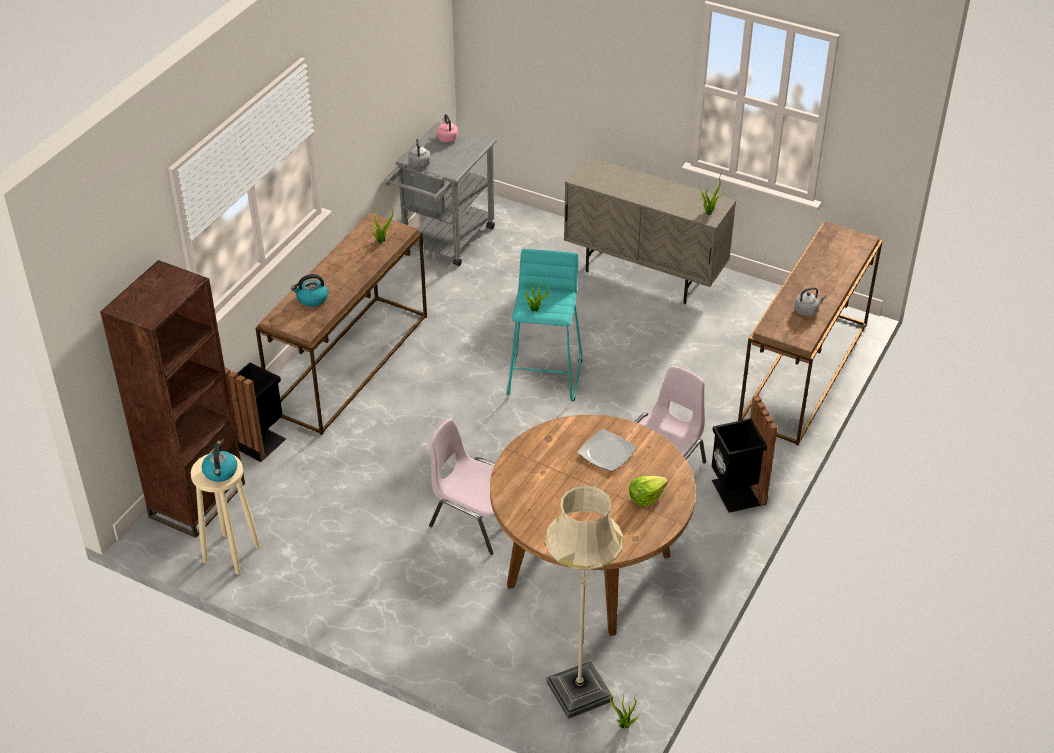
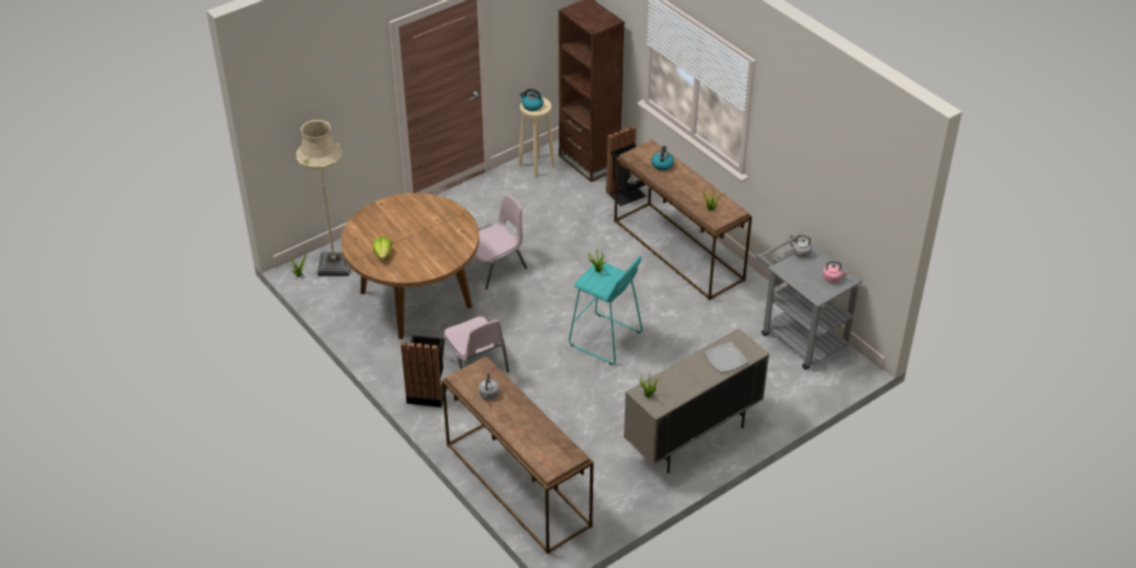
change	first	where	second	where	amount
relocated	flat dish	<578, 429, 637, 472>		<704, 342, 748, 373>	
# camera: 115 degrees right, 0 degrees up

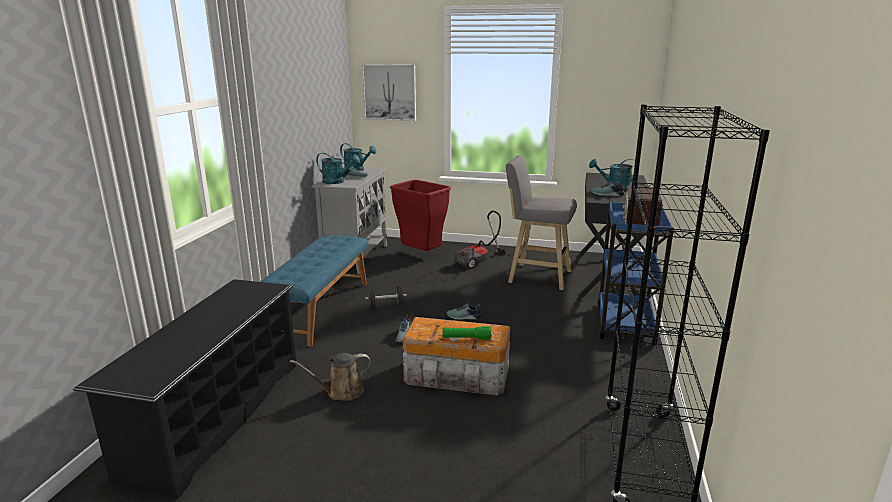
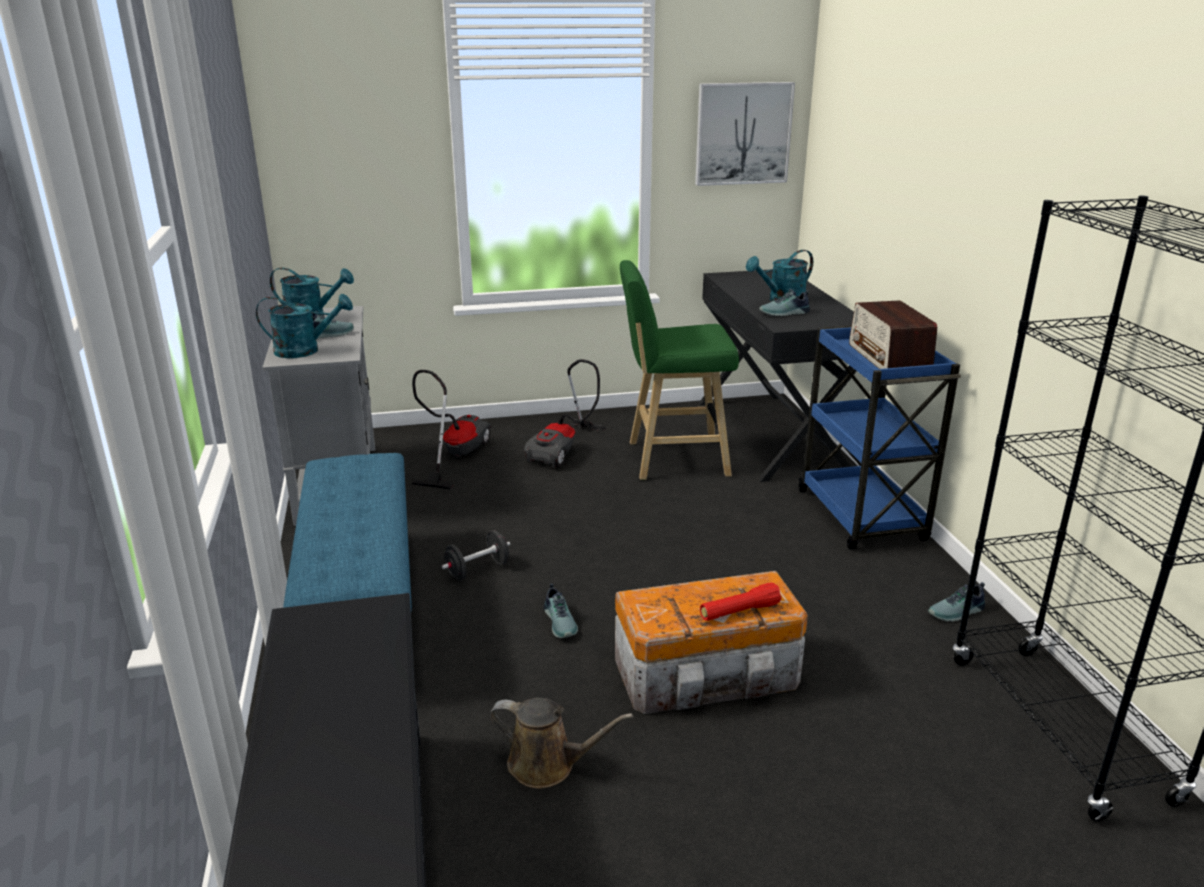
change	first	where	second	where	amount
relocated	wall art	<362, 64, 416, 121>		<695, 82, 795, 186>	
relocated	low shoe	<447, 302, 482, 320>		<928, 582, 985, 622>	
exchanged	rubbish bin (red-coloured)	<390, 180, 451, 251>	vacuum cleaner	<412, 370, 492, 489>	
colour	torch (green)	<442, 326, 492, 340>	torch (red-coloured)	<700, 583, 781, 621>	
colour	sitting stool (grey)	<506, 155, 577, 290>	sitting stool (green)	<620, 260, 739, 480>	
spun	watering pot (brownish)	<290, 353, 371, 401>		<489, 698, 633, 788>	120 degrees counterclockwise
# camera: 25 degrees left, 5 degrees up

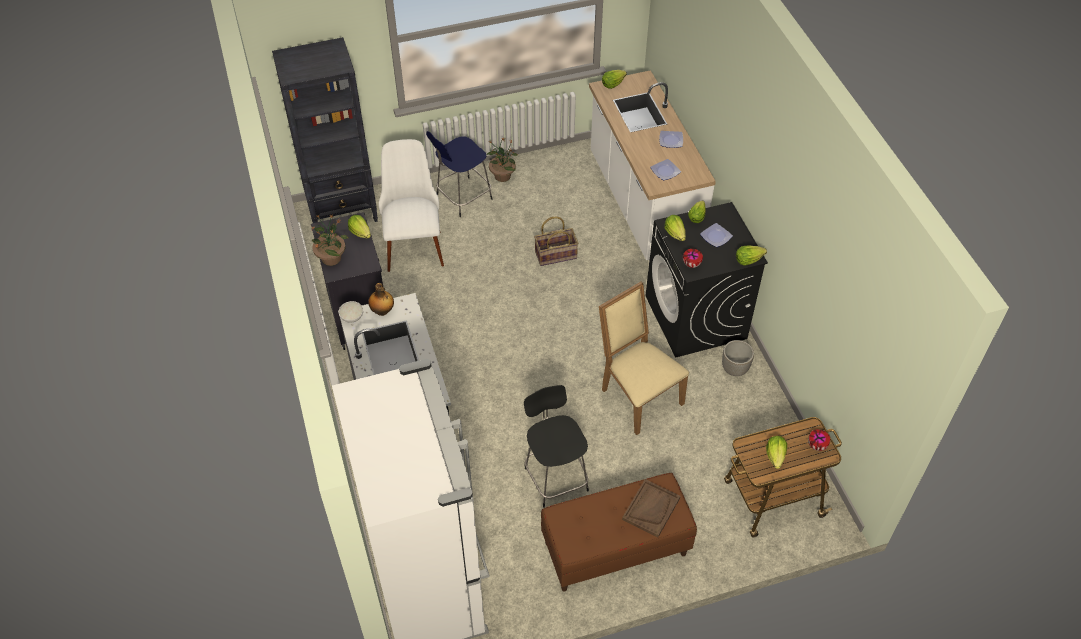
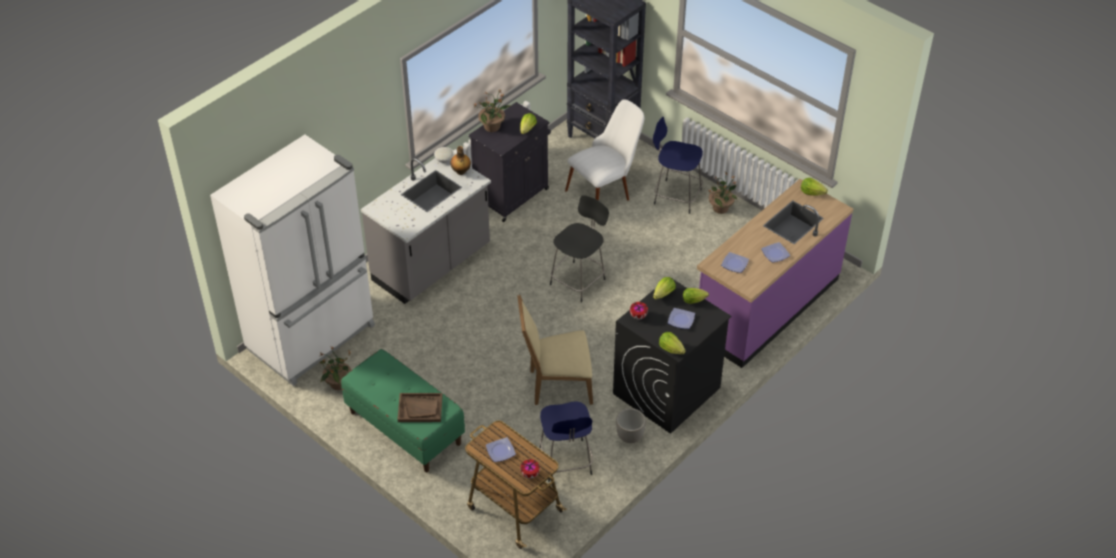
change	first	where	second	where	amount
missing	basket	<534, 216, 578, 266>			
appeared			plant in a pot	<320, 347, 351, 390>	
appeared			sitting stool (blue)	<540, 402, 593, 482>	
relocated	sitting stool (blackish)	<524, 385, 589, 508>		<550, 195, 609, 302>	
exchanged	head of lettuce	<766, 436, 787, 469>	flat dish	<486, 437, 516, 462>	
colour	long seat (brownish)	<541, 473, 697, 591>	long seat (green)	<341, 349, 465, 472>	
colour	counter (whitish)	<589, 70, 716, 260>	counter (purplish)	<697, 179, 853, 368>	
spun	chair (sand-coloured)	<599, 281, 689, 435>		<517, 295, 593, 405>	120 degrees counterclockwise
# camera: 60 degrees right, 5 degrees down

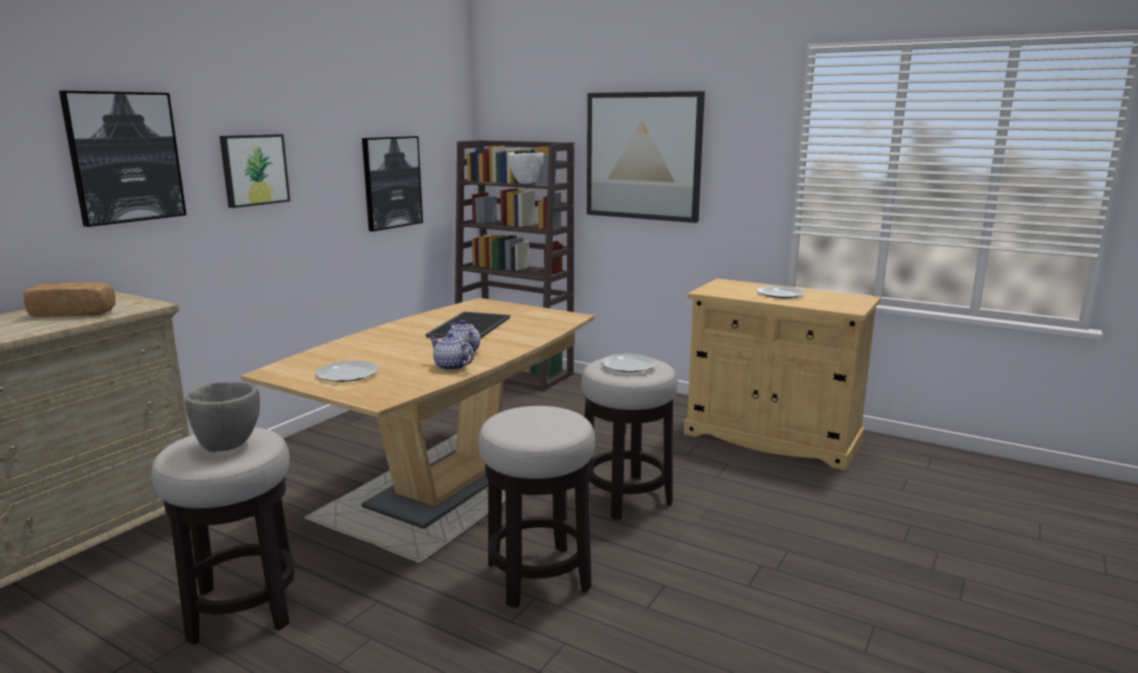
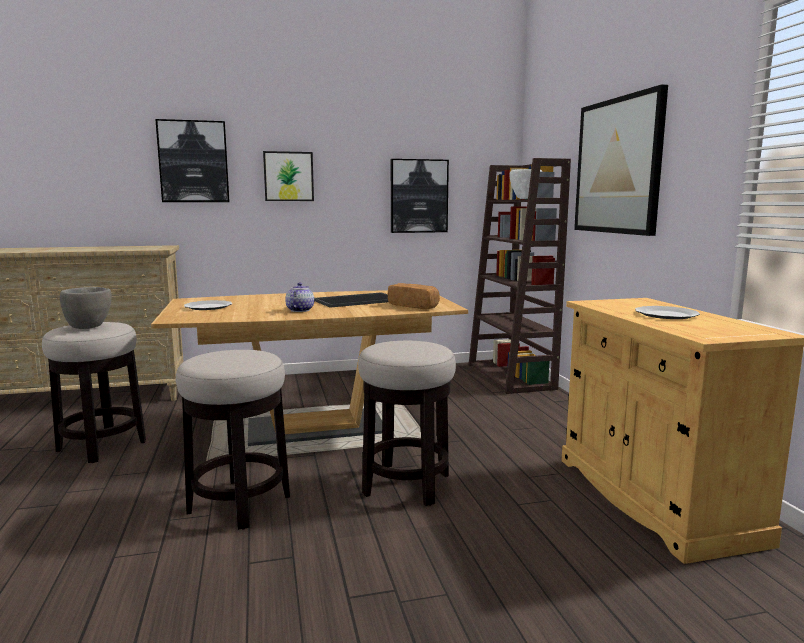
change	first	where	second	where	amount
missing	tea pot	<429, 333, 474, 371>			
missing	flat dish	<601, 354, 657, 372>			
relocated	bakery bread	<23, 282, 116, 317>		<388, 283, 440, 309>	
# camera: 45 degrees right, 5 degrees down

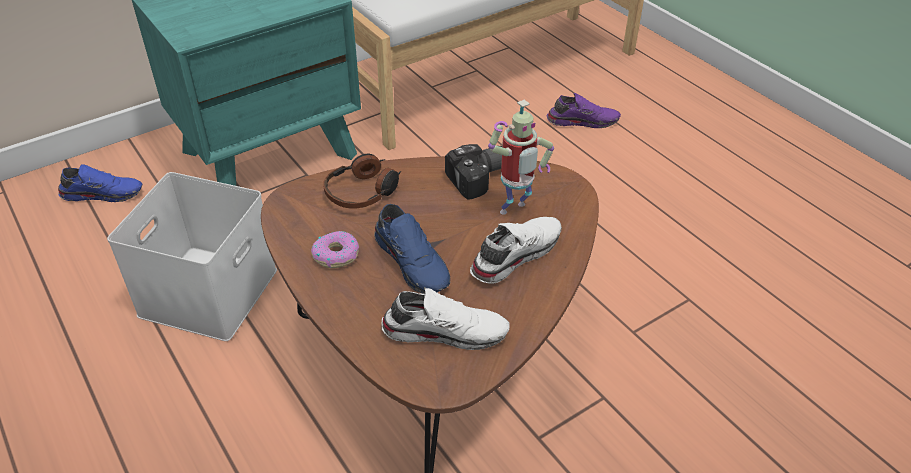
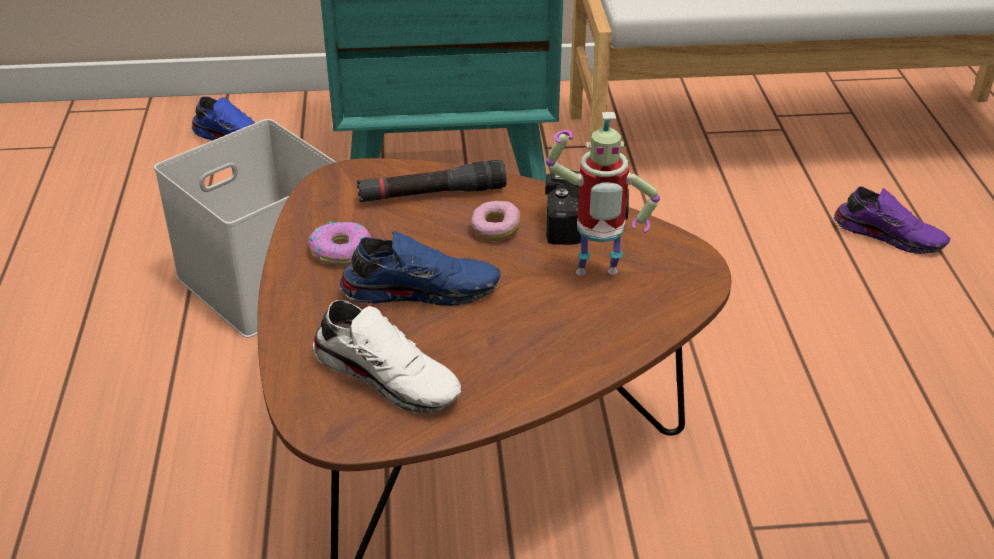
change	first	where	second	where	amount
missing	low shoe (whitish)	<470, 217, 562, 284>			
appeared			doughnut	<471, 201, 521, 241>	
exchanged	headphones	<323, 154, 401, 209>	torch (blackish)	<357, 160, 506, 202>	
spun	low shoe (blue)	<374, 204, 450, 294>		<340, 231, 500, 306>	90 degrees counterclockwise
# camera: 30 degrees right, 5 degrees down

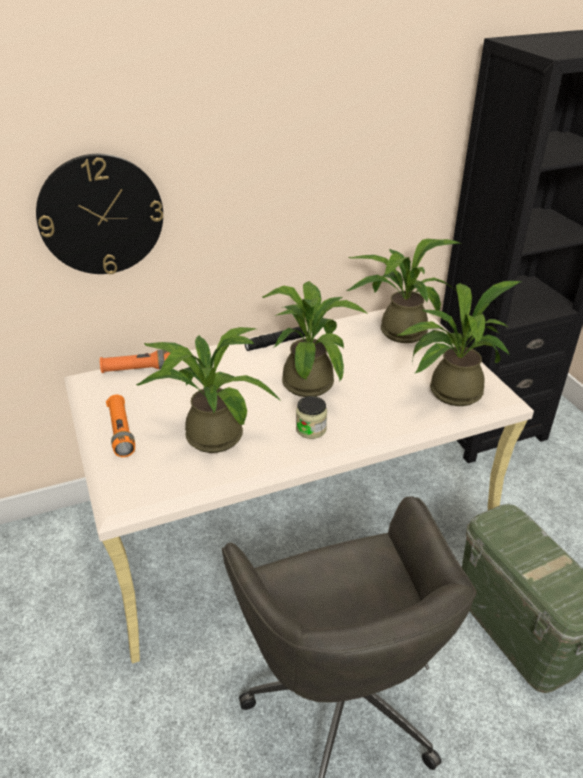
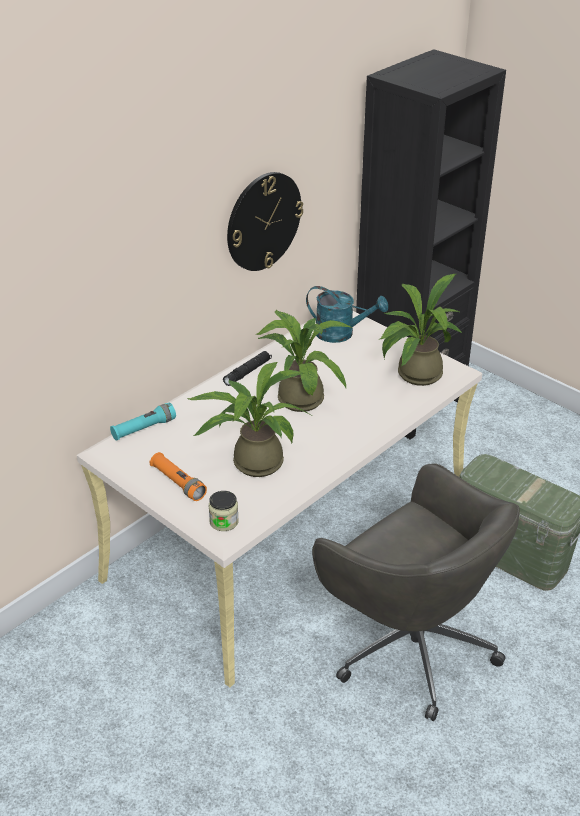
change	first	where	second	where	amount
relocated	wall clock	<36, 154, 163, 274>		<227, 172, 303, 271>	
relocated	jar	<296, 396, 327, 439>		<209, 491, 239, 531>	
exchanged	plant in a pot	<346, 239, 461, 343>	watering pot (turquoise-coloured)	<306, 286, 388, 343>	
colour	torch (orange-coloured)	<100, 350, 170, 373>	torch (turquoise-coloured)	<110, 403, 176, 441>	
# camera: 25 degrees left, 0 degrees up

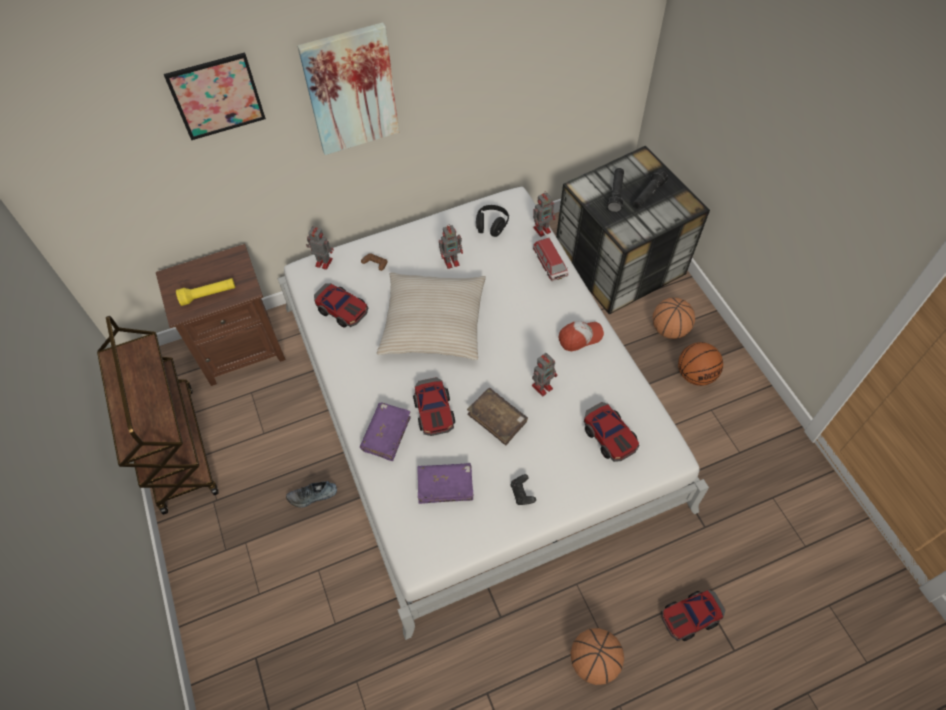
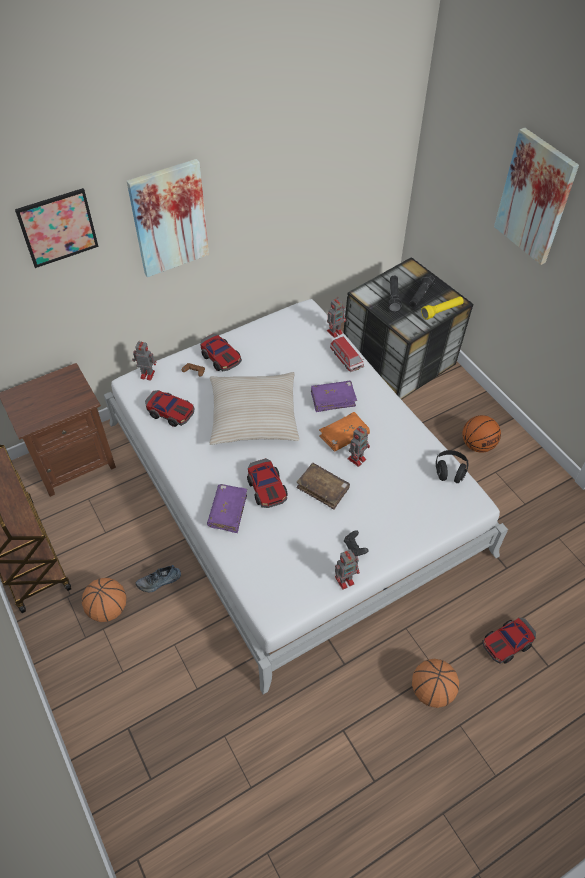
change	first	where	second	where	amount
missing	cap	<559, 321, 604, 351>			
appeared			book (orange-coloured)	<319, 412, 370, 451>	
appeared			wall art	<494, 128, 579, 265>	
relocated	torch (yellow-coloured)	<176, 278, 235, 306>		<421, 296, 464, 320>	
relocated	book (purplish)	<418, 463, 473, 504>		<311, 381, 357, 412>	
relocated	model robot	<439, 224, 463, 269>		<335, 549, 360, 590>	
relocated	headphones (blackish)	<476, 205, 509, 237>		<436, 450, 468, 483>	
relocated	model car	<584, 402, 639, 462>		<200, 334, 242, 371>	
relocated	ball for basketball	<653, 298, 695, 339>		<82, 578, 126, 622>	
# camera: 10 degrees left, 5 degrees down

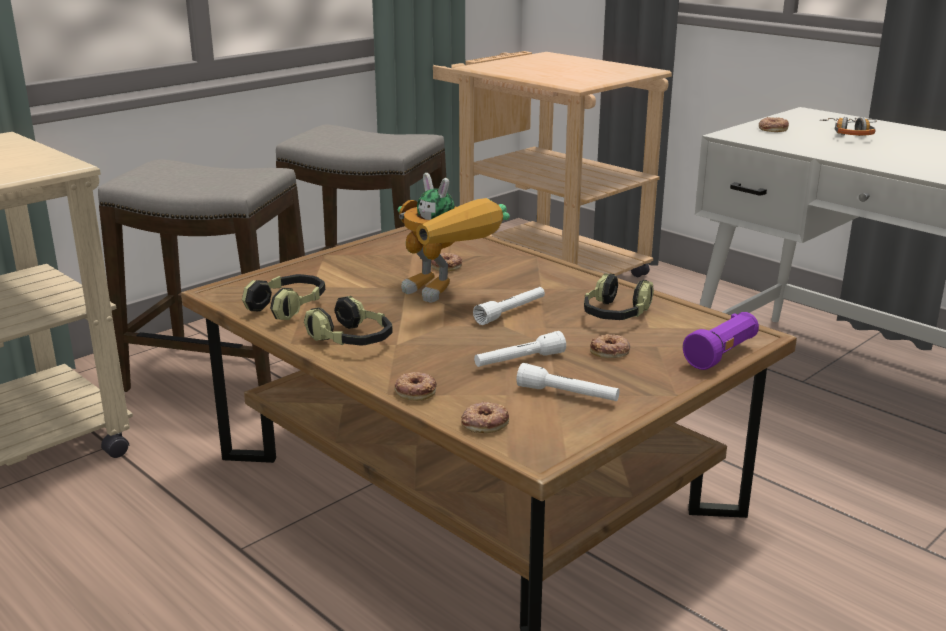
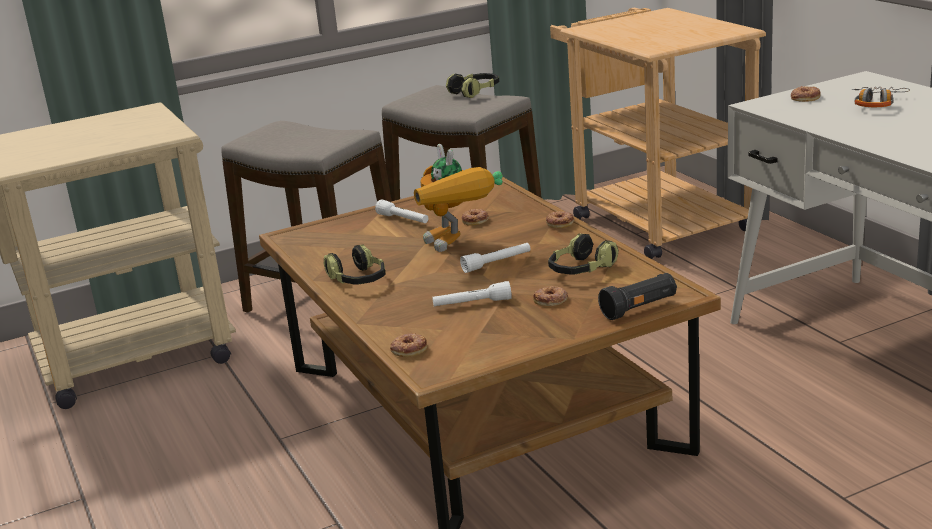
change	first	where	second	where	amount
relocated	headphones	<242, 274, 325, 320>		<446, 73, 499, 98>	
relocated	doughnut	<395, 372, 437, 401>		<546, 211, 574, 228>	
relocated	torch (whitish)	<517, 363, 620, 401>		<375, 199, 429, 223>	
colour	torch (purplish)	<683, 312, 759, 370>	torch (blackish)	<598, 273, 677, 320>	
# camera: 20 degrees right, 0 degrees up

